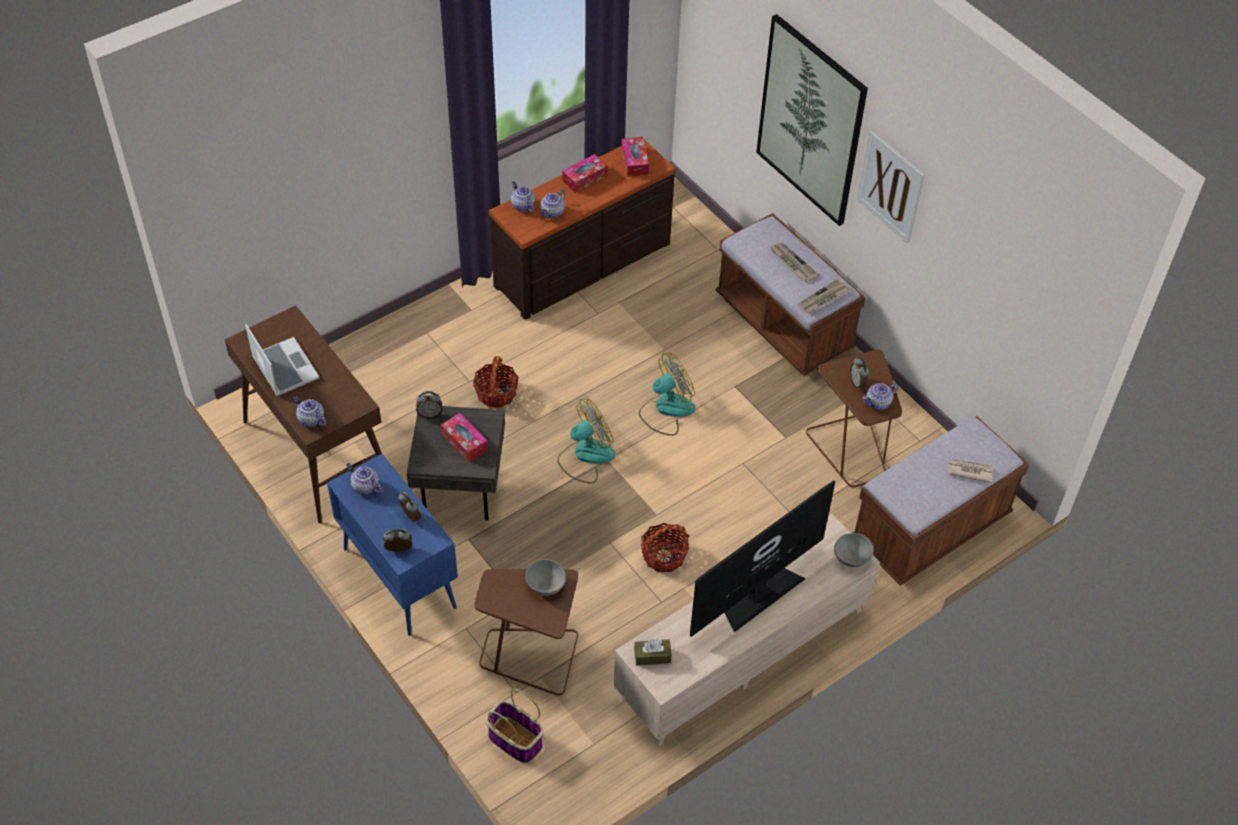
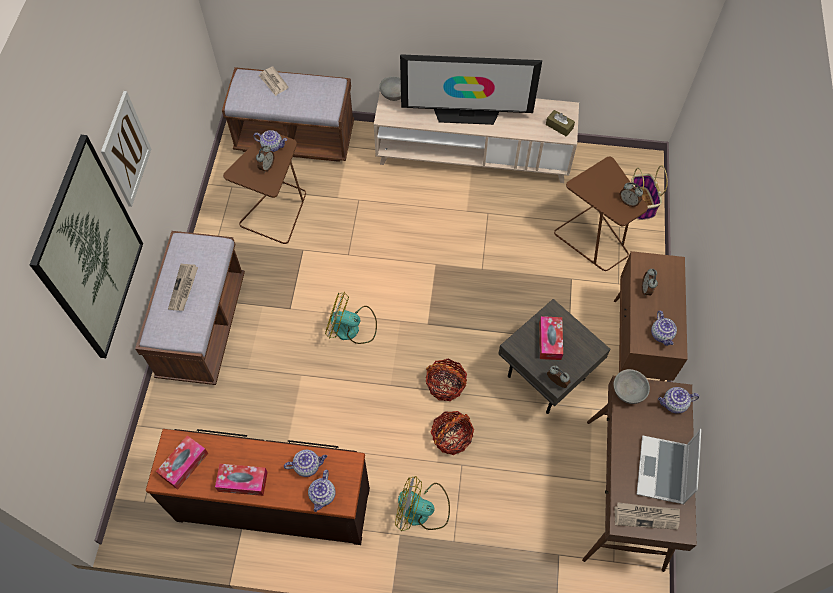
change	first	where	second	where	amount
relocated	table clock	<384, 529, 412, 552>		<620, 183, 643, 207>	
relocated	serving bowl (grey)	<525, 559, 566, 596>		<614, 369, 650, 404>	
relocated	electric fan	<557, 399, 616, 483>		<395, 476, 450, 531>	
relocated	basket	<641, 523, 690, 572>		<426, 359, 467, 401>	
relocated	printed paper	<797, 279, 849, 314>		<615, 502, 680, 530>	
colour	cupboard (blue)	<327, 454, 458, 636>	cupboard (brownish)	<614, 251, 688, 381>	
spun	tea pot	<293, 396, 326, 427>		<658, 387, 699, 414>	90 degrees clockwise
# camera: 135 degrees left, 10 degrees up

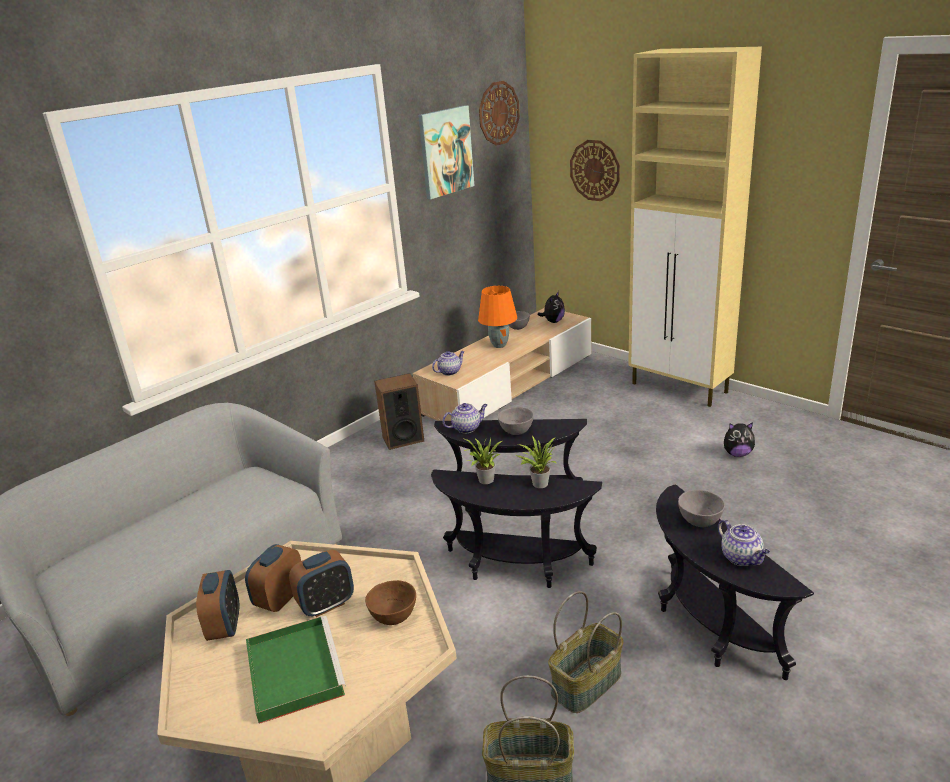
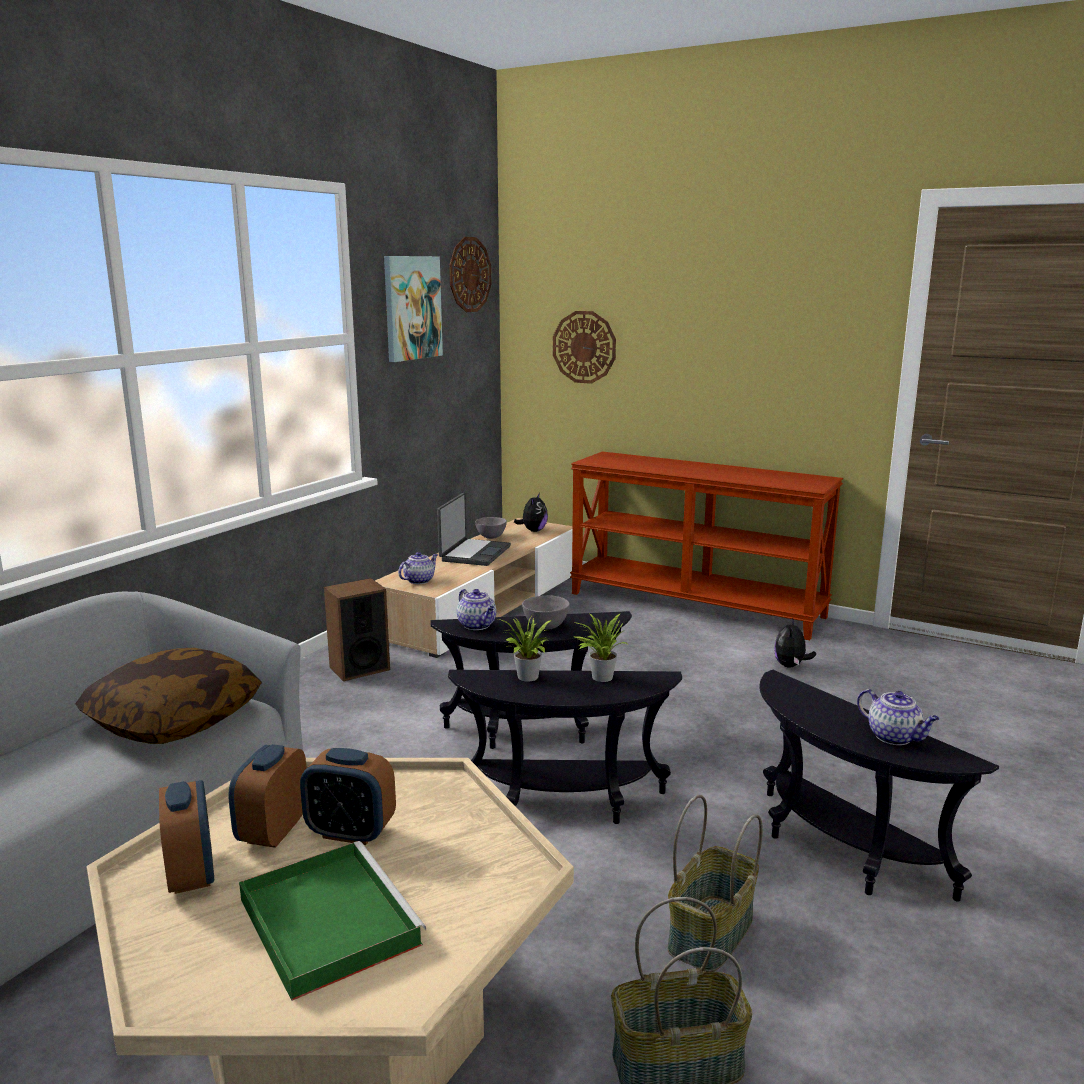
change	first	where	second	where	amount
missing	serving bowl (brownish)	<365, 580, 416, 625>			
missing	serving bowl (grey)	<678, 490, 725, 527>			
appeared			pillow	<76, 648, 262, 744>	
exchanged	tabletop lamp (orange-coloured)	<478, 286, 517, 348>	notebook computer	<437, 493, 511, 566>	
exchanged	cupboard (sand-coloured)	<628, 47, 762, 407>	console table (brownish)	<570, 452, 843, 640>	
spun	table clock	<289, 549, 354, 617>		<300, 748, 396, 845>	60 degrees clockwise
spun	tea pot	<442, 403, 487, 434>		<457, 589, 496, 630>	90 degrees clockwise
spun	soft toy	<724, 422, 755, 457>		<774, 618, 816, 667>	120 degrees clockwise
# camera: 15 degrees left, 10 degrees down

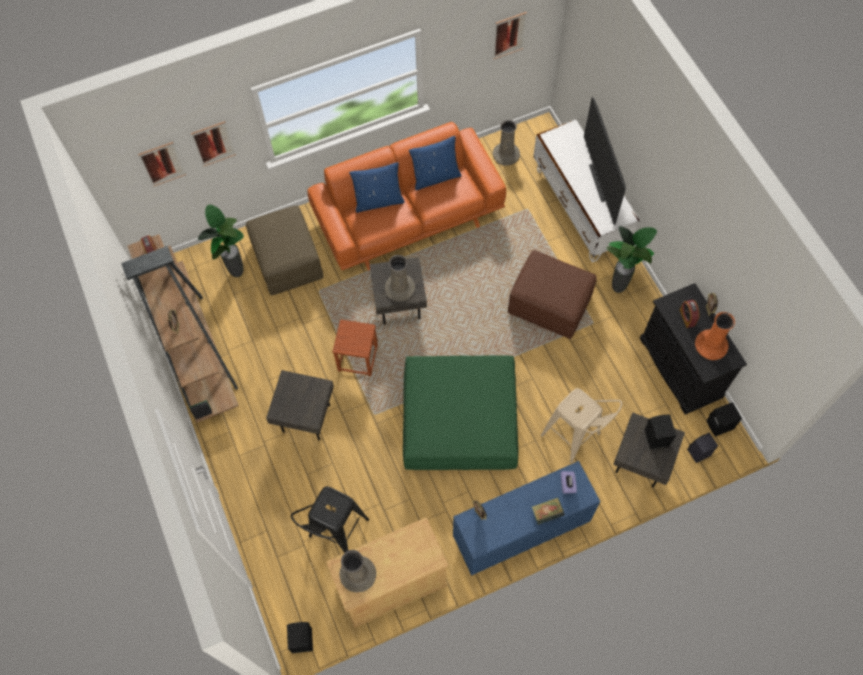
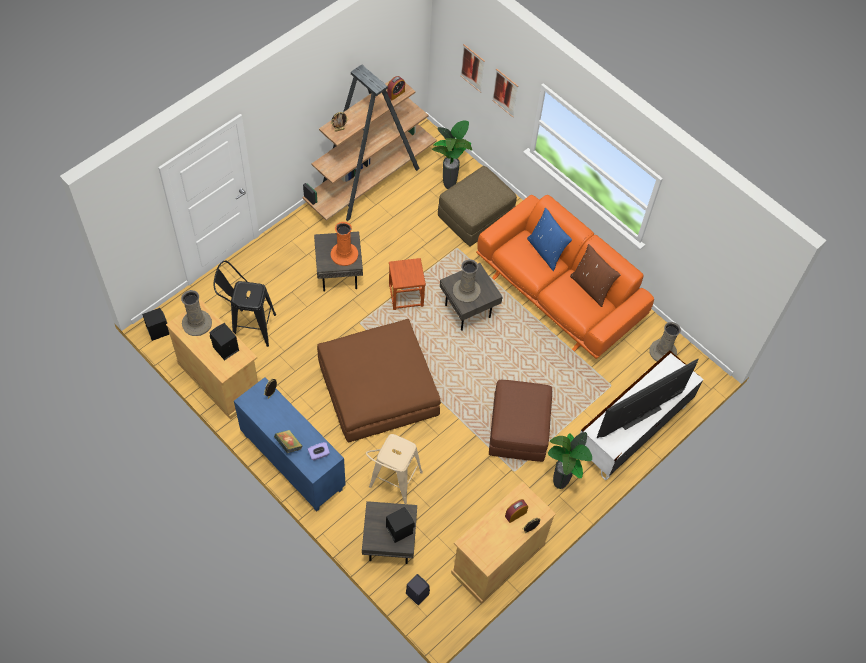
change	first	where	second	where	amount
missing	wall art	<493, 12, 527, 59>			
relocated	decorative vase (orange-coloured)	<695, 312, 735, 360>		<331, 222, 358, 266>	
relocated	loudspeaker (blackish)	<707, 402, 742, 437>		<210, 323, 239, 361>	
colour	ottoman (green)	<403, 355, 518, 470>	ottoman (brownish)	<317, 319, 441, 443>	
colour	pillow (blue)	<409, 136, 462, 190>	pillow (brownish)	<570, 244, 621, 307>	
colour	cupboard (blackish)	<640, 283, 747, 415>	cupboard (sand-coloured)	<451, 481, 556, 604>	
# camera: 65 degrees right, 5 degrees down

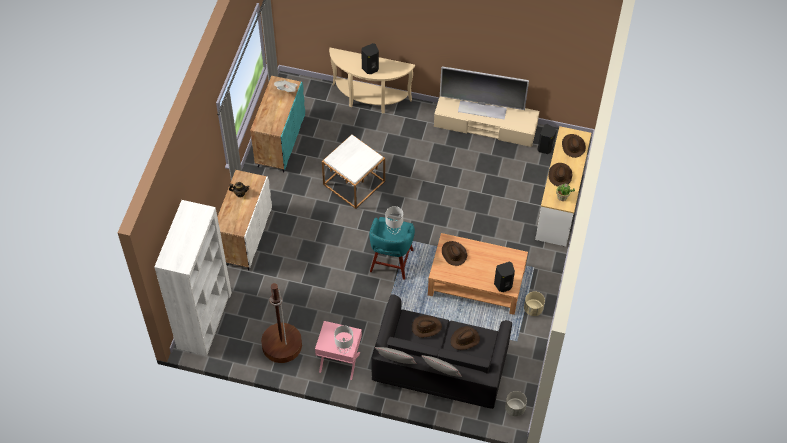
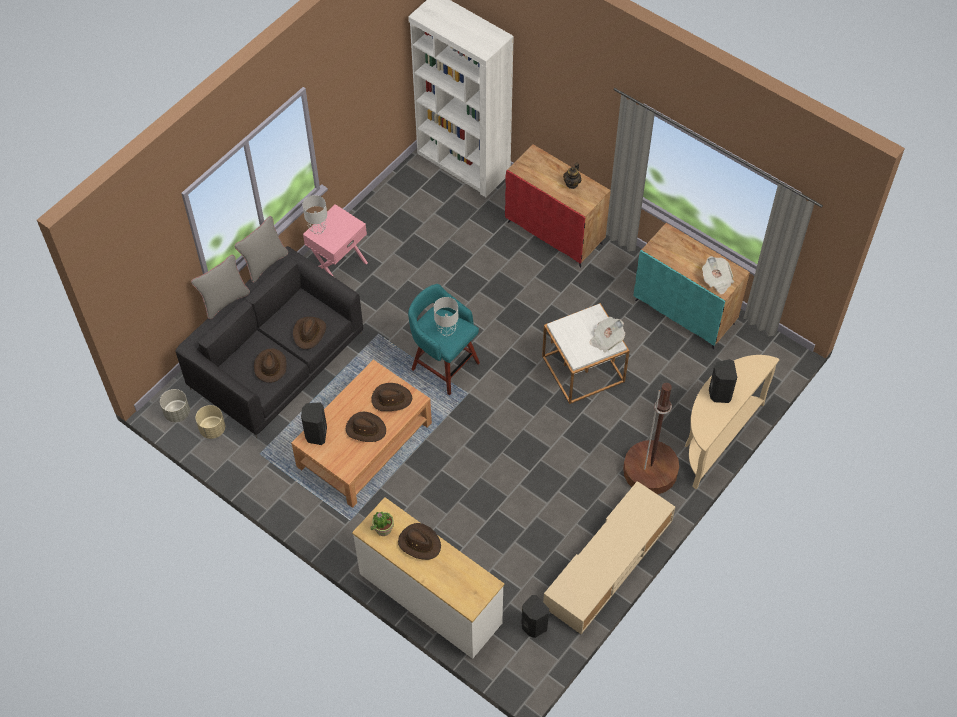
change	first	where	second	where	amount
missing	TV set	<440, 66, 529, 120>			
appeared			printed paper	<590, 317, 625, 352>	
relocated	floor lamp (brownish)	<261, 283, 302, 363>		<623, 383, 679, 495>	
relocated	planter (sand-coloured)	<524, 291, 545, 316>		<196, 405, 225, 439>	
relocated	clothing hat (brownish)	<562, 134, 586, 158>		<346, 412, 386, 442>	
colour	cupboard (whitish)	<218, 170, 272, 271>	cupboard (red-coloured)	<505, 144, 611, 267>	
# camera: 115 degrees right, 0 degrees up

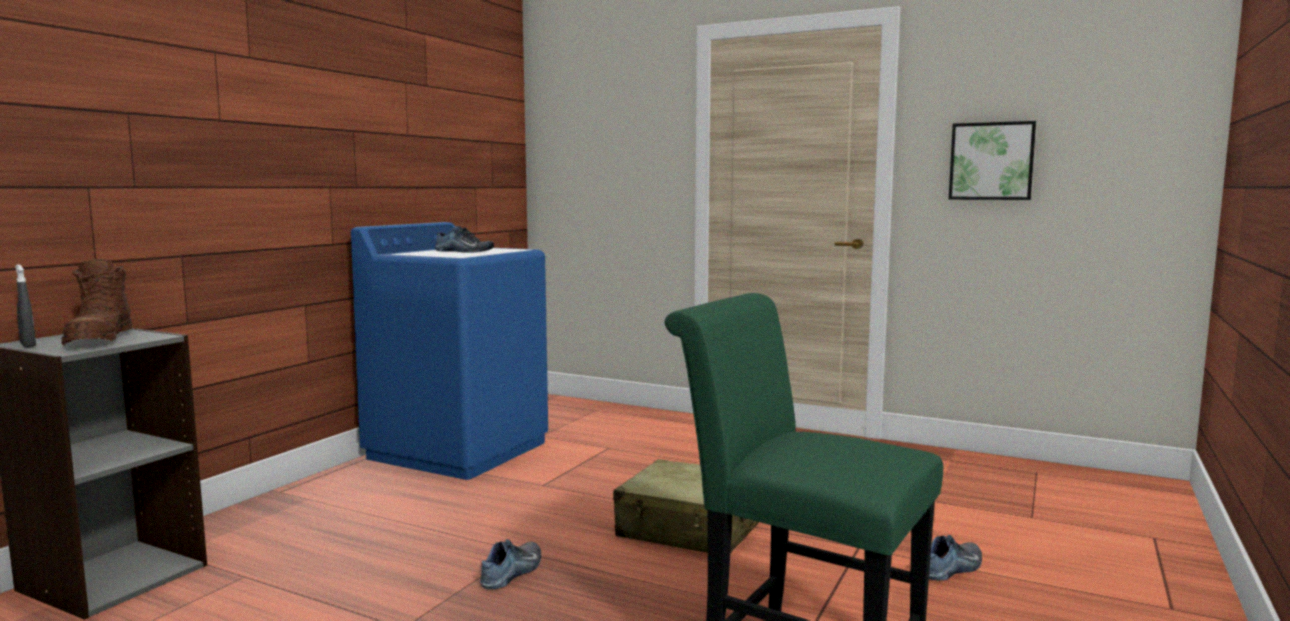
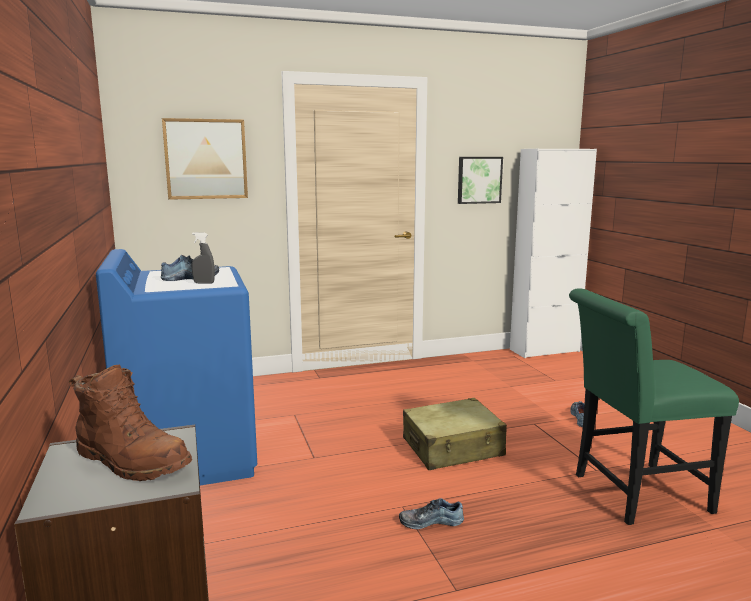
change	first	where	second	where	amount
appeared			wall art	<162, 118, 248, 200>	
appeared			cupboard (whitish)	<510, 149, 597, 358>	
relocated	spray bottle (grey)	<15, 264, 36, 347>		<192, 232, 215, 284>	
spun	low shoe	<480, 539, 541, 589>		<399, 498, 464, 529>	75 degrees counterclockwise
# camera: 45 degrees left, 5 degrees up

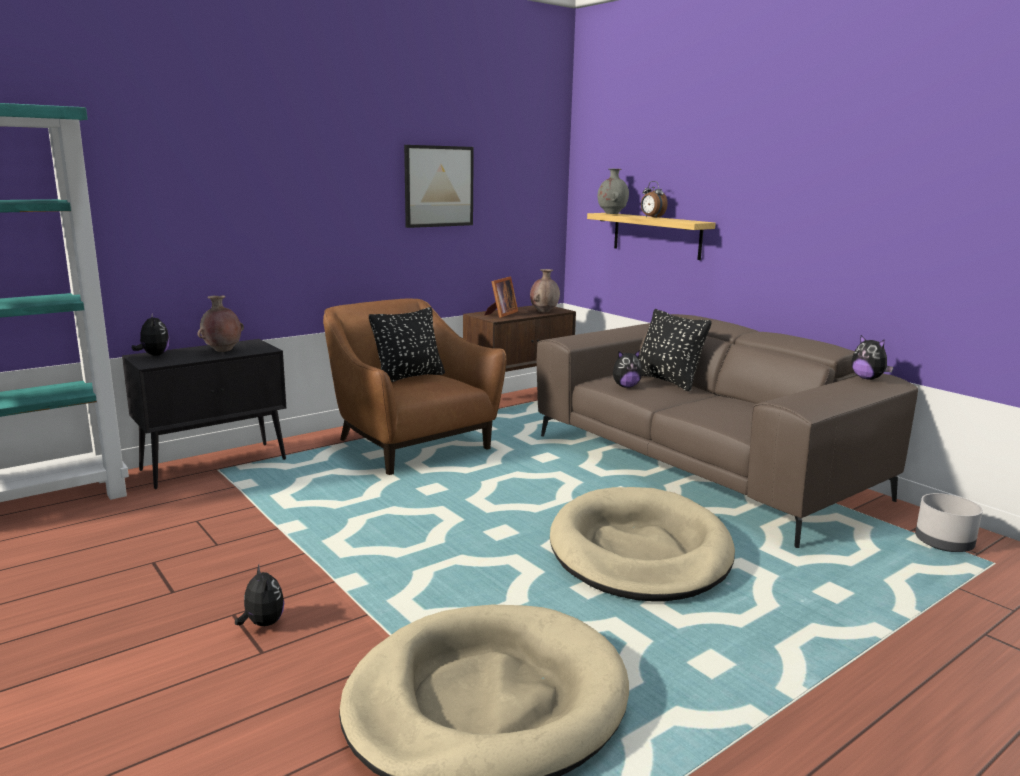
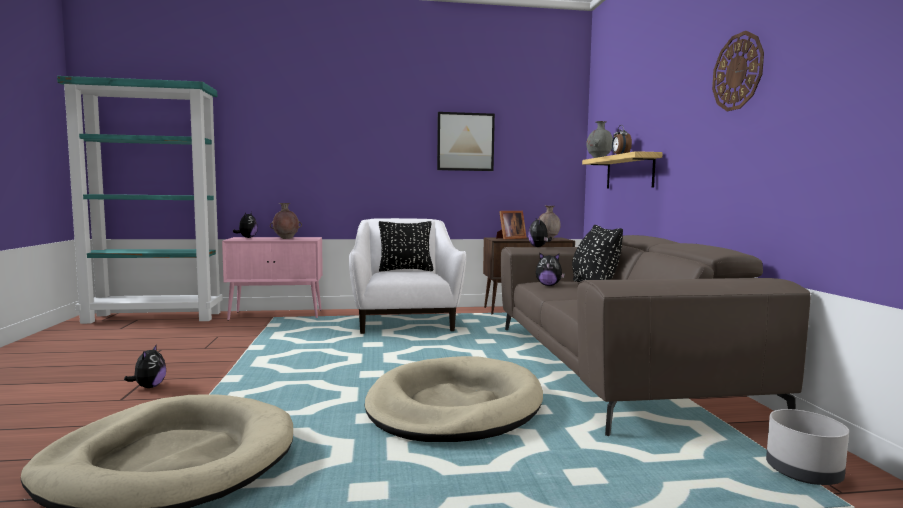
change	first	where	second	where	amount
appeared			wall clock	<712, 31, 764, 111>	
relocated	soft toy	<851, 335, 893, 380>		<528, 218, 552, 247>	
colour	cupboard (blackish)	<122, 339, 286, 489>	cupboard (pinkish)	<222, 237, 323, 321>	
colour	lounge chair (brownish)	<323, 298, 507, 475>	lounge chair (whitish)	<349, 218, 466, 334>	
# camera: 30 degrees right, 10 degrees down

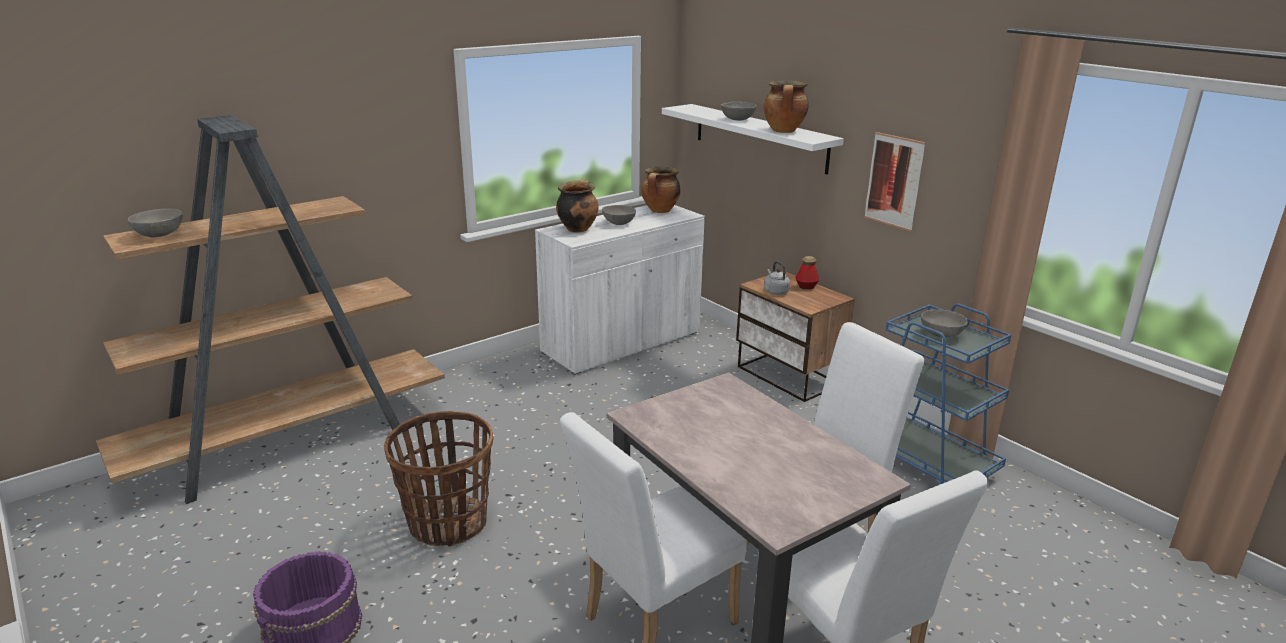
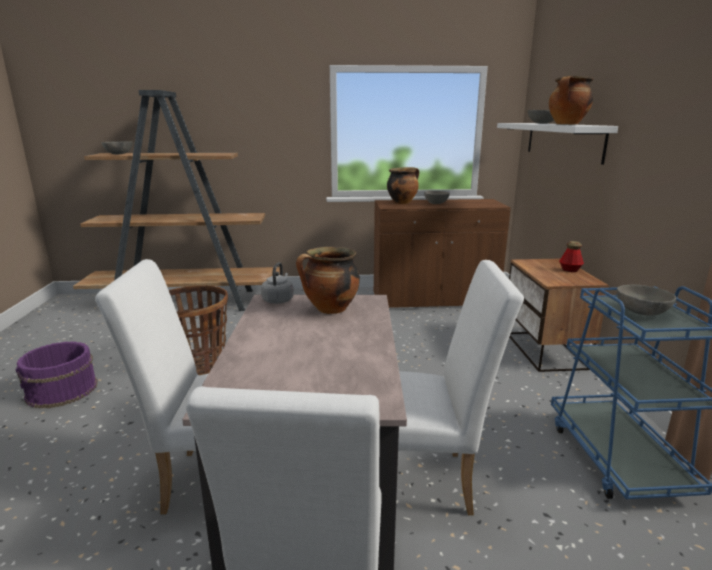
change	first	where	second	where	amount
missing	wall art	<864, 132, 926, 231>			
relocated	saucepot	<641, 167, 681, 213>		<296, 247, 360, 314>	
relocated	water kettle (grey)	<764, 261, 790, 295>		<261, 262, 294, 304>	
colour	cupboard (whitish)	<535, 205, 705, 375>	cupboard (brownish)	<374, 199, 511, 308>	
# camera: 35 degrees right, 5 degrees down

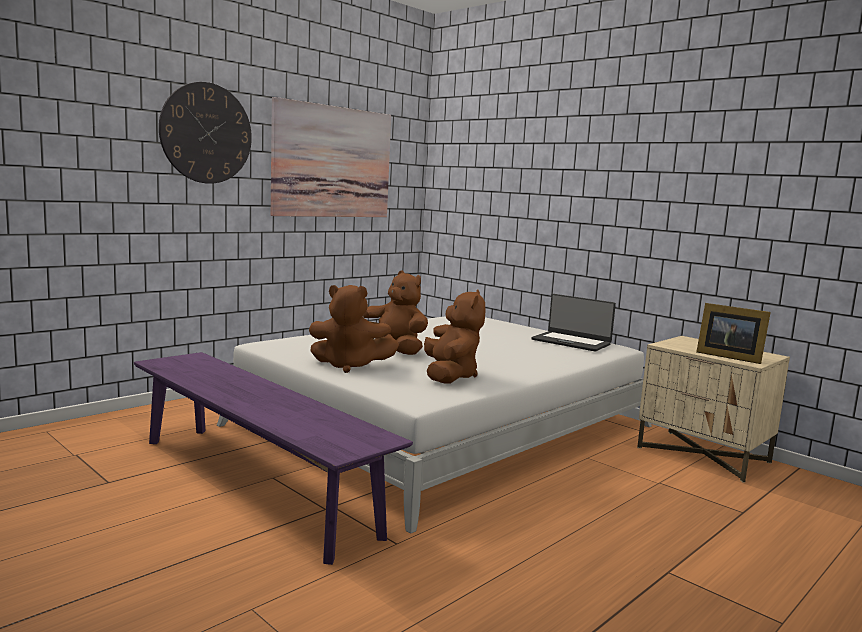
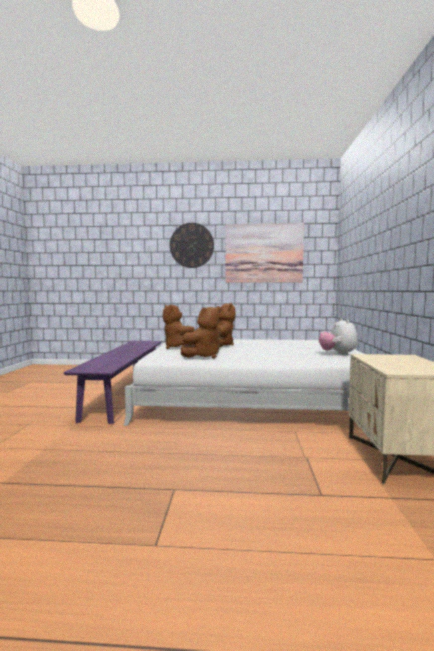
change	first	where	second	where	amount
missing	standing frame	<696, 303, 771, 364>			
exchanged	notebook computer	<531, 294, 616, 351>	soft toy	<319, 319, 358, 356>	
# camera: 50 degrees right, 5 degrees down

